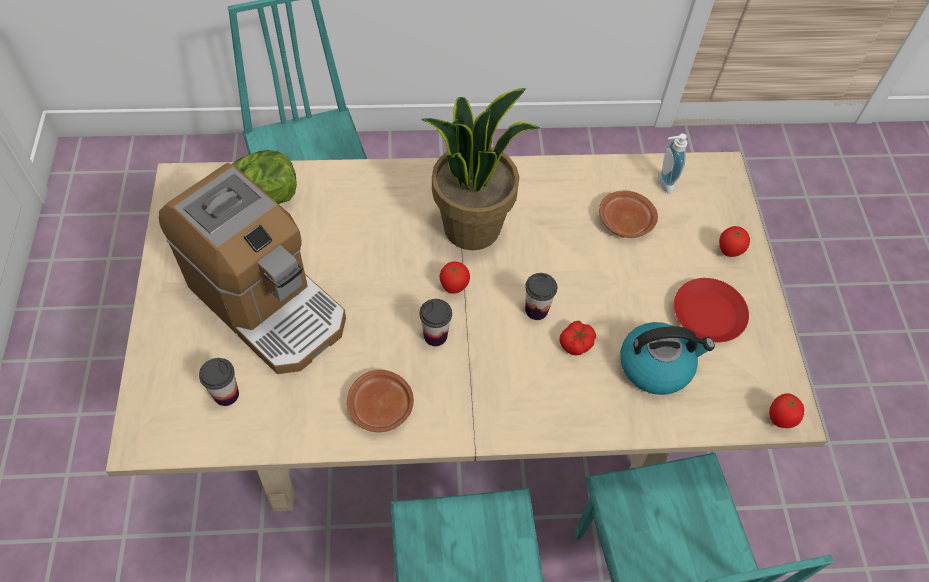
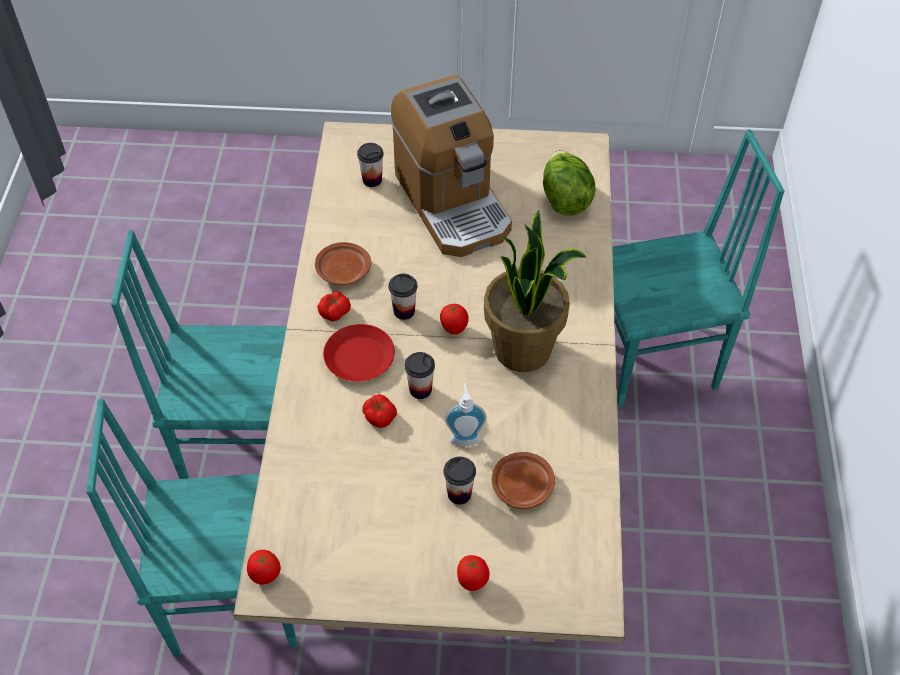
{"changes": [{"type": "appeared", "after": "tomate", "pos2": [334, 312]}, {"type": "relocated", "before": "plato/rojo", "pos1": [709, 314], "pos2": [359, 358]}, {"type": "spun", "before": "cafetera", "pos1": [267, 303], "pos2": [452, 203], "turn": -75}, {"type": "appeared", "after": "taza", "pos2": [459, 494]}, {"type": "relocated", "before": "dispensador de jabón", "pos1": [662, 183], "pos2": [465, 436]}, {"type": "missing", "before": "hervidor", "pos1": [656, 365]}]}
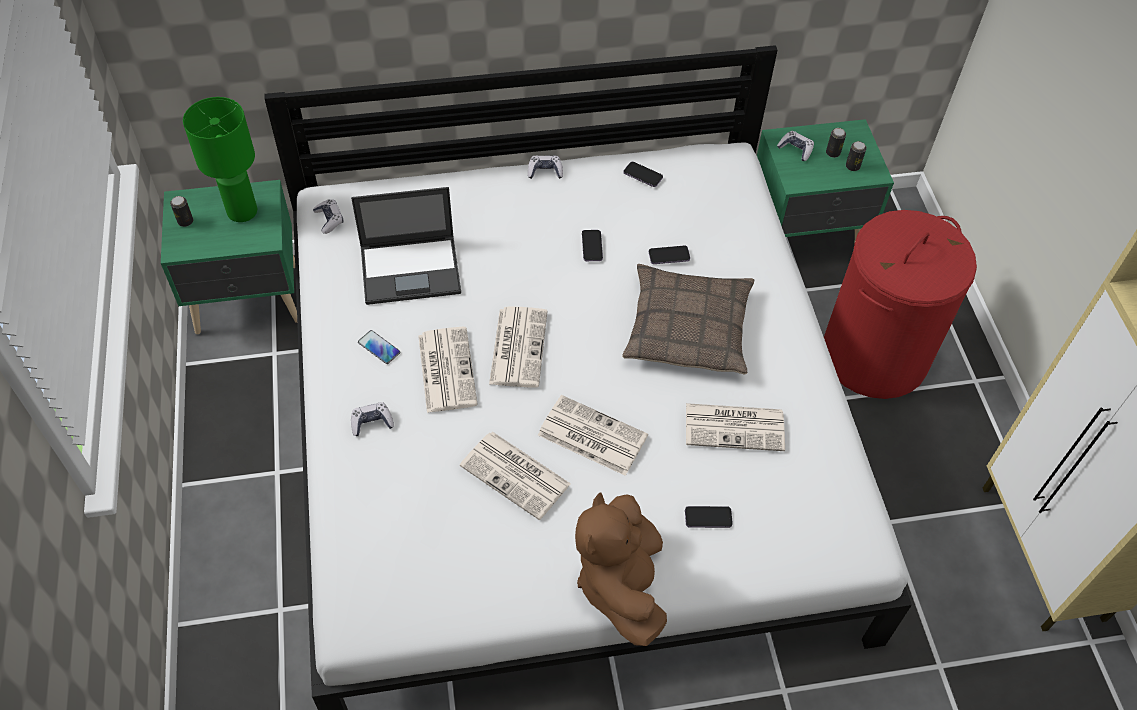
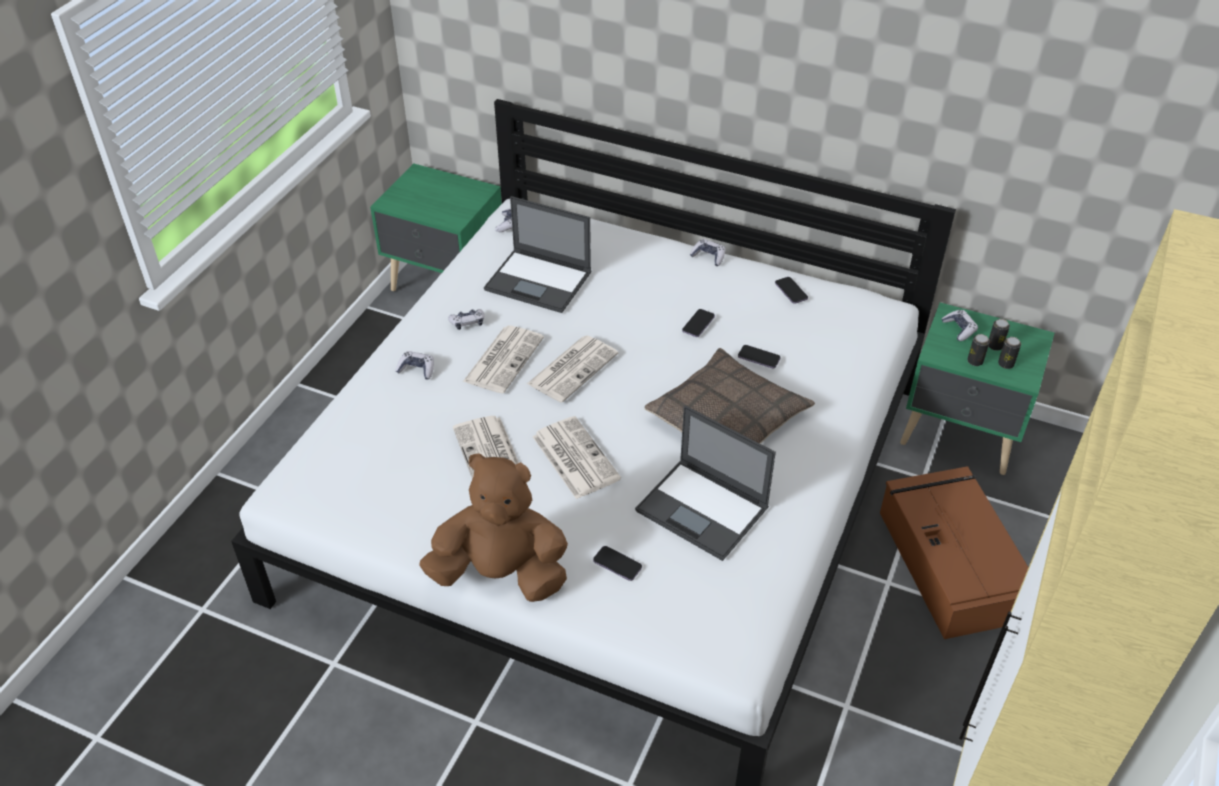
{"changes": [{"type": "spun", "before": "peluche/marrón", "pos1": [621, 584], "pos2": [501, 574], "turn": 60}, {"type": "exchanged", "before": "móvil", "after": "mando de consola", "pos1": [379, 347], "pos2": [467, 323]}, {"type": "exchanged", "before": "periódico", "after": "portátil", "pos1": [735, 427], "pos2": [703, 510]}, {"type": "exchanged", "before": "cesto de la ropa/rojo", "after": "caja de almacenaje/marrón", "pos1": [874, 355], "pos2": [950, 562]}, {"type": "relocated", "before": "lata", "pos1": [185, 221], "pos2": [975, 361]}, {"type": "missing", "before": "lámpara de mesa/verde", "pos1": [242, 212]}]}
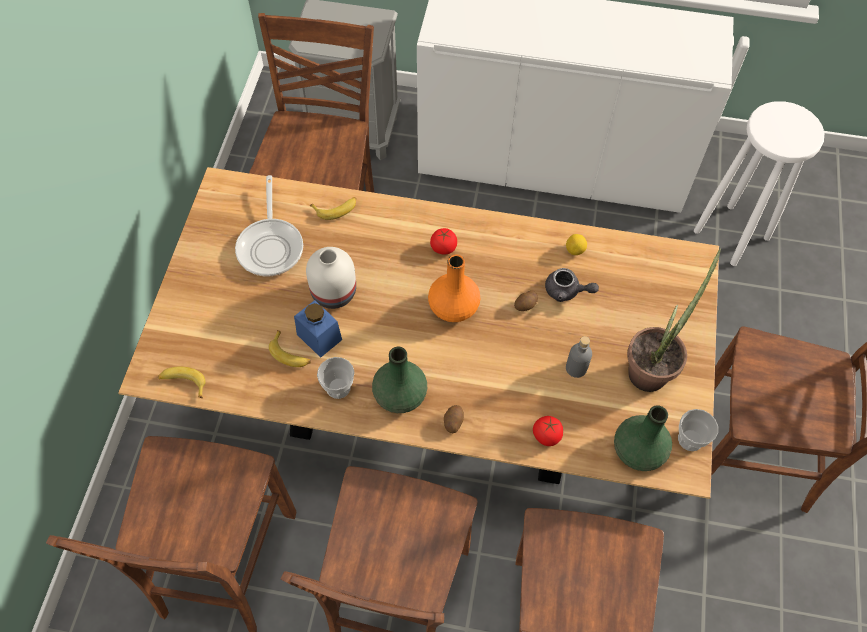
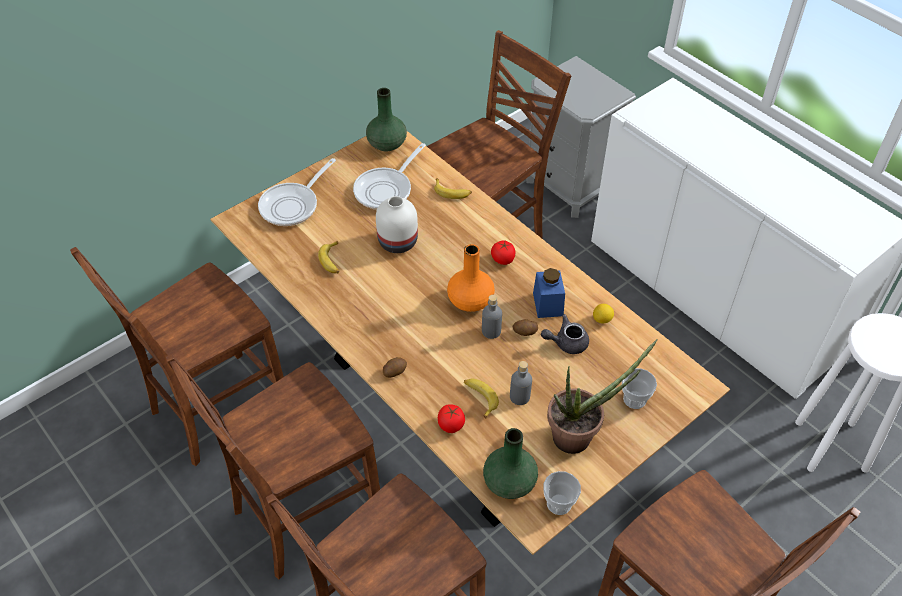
{"changes": [{"type": "appeared", "after": "sartén", "pos2": [293, 205]}, {"type": "relocated", "before": "florero/verde", "pos1": [399, 395], "pos2": [386, 144]}, {"type": "relocated", "before": "plátano", "pos1": [183, 383], "pos2": [479, 398]}, {"type": "appeared", "after": "botella/gris", "pos2": [491, 331]}, {"type": "relocated", "before": "tarro/azul", "pos1": [319, 337], "pos2": [548, 304]}, {"type": "spun", "before": "tetera/gris", "pos1": [566, 291], "pos2": [566, 343], "turn": 105}, {"type": "relocated", "before": "taza", "pos1": [338, 387], "pos2": [634, 399]}]}
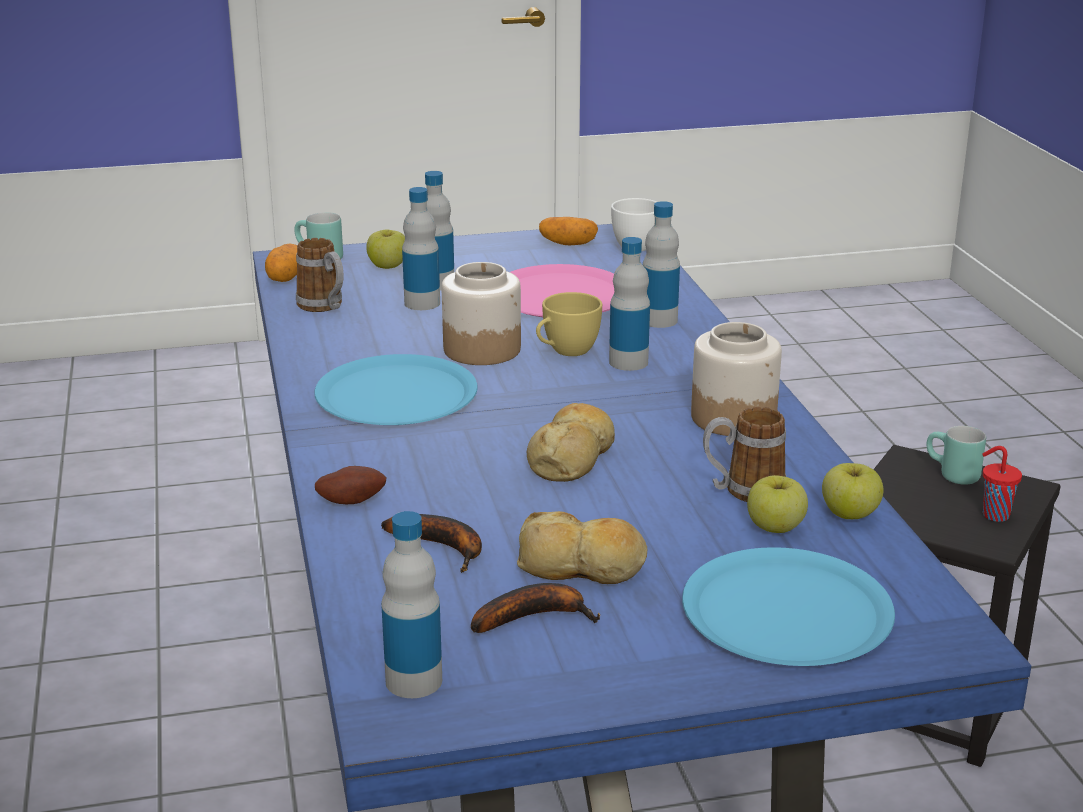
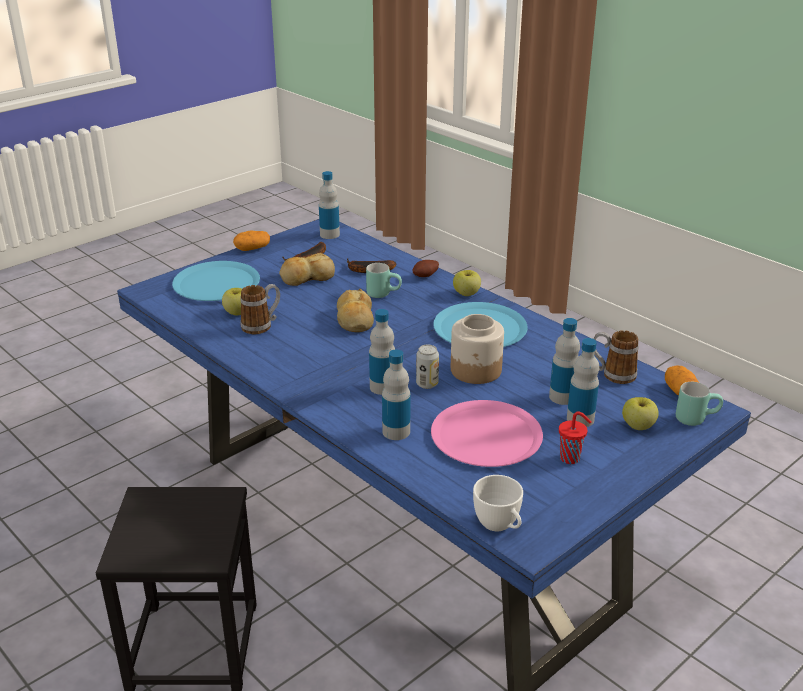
{"changes": [{"type": "relocated", "before": "patata", "pos1": [568, 243], "pos2": [252, 249]}, {"type": "relocated", "before": "taza grande/turquesa", "pos1": [950, 475], "pos2": [384, 293]}, {"type": "exchanged", "before": "taza/amarillo", "after": "lata", "pos1": [566, 351], "pos2": [427, 384]}, {"type": "relocated", "before": "manzana", "pos1": [849, 514], "pos2": [466, 294]}, {"type": "relocated", "before": "taza/rojo", "pos1": [994, 515], "pos2": [571, 458]}, {"type": "missing", "before": "tarro", "pos1": [733, 417]}]}
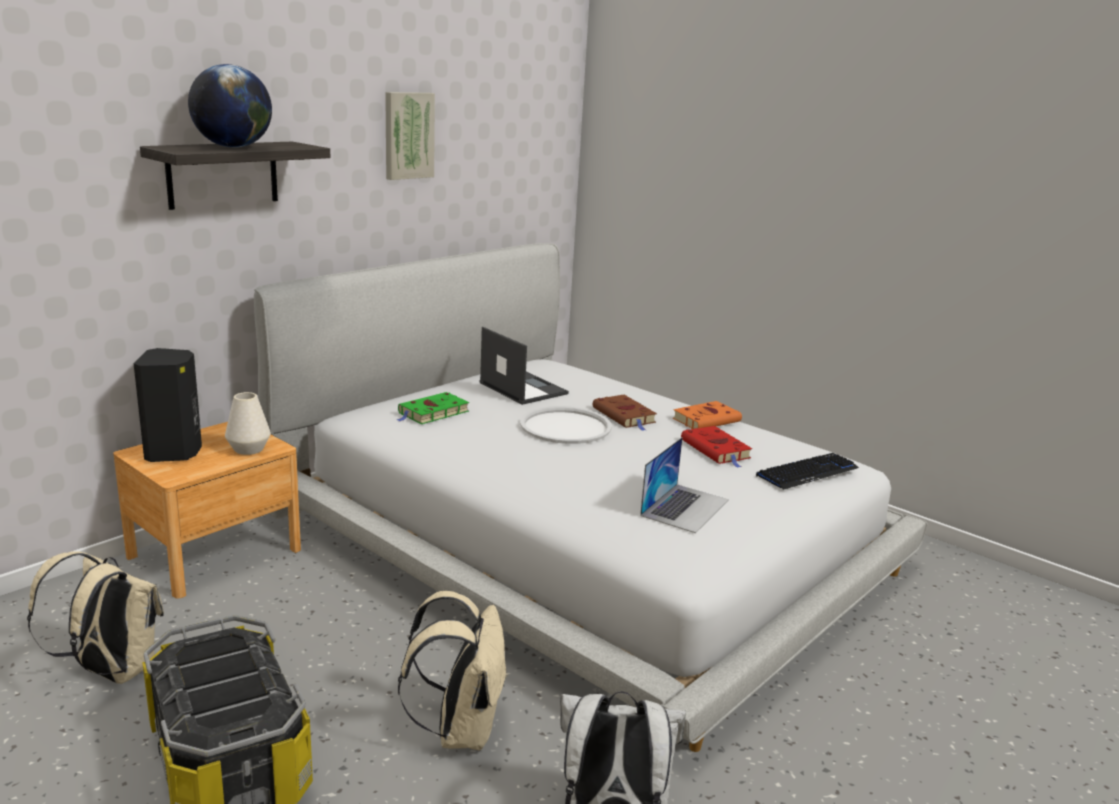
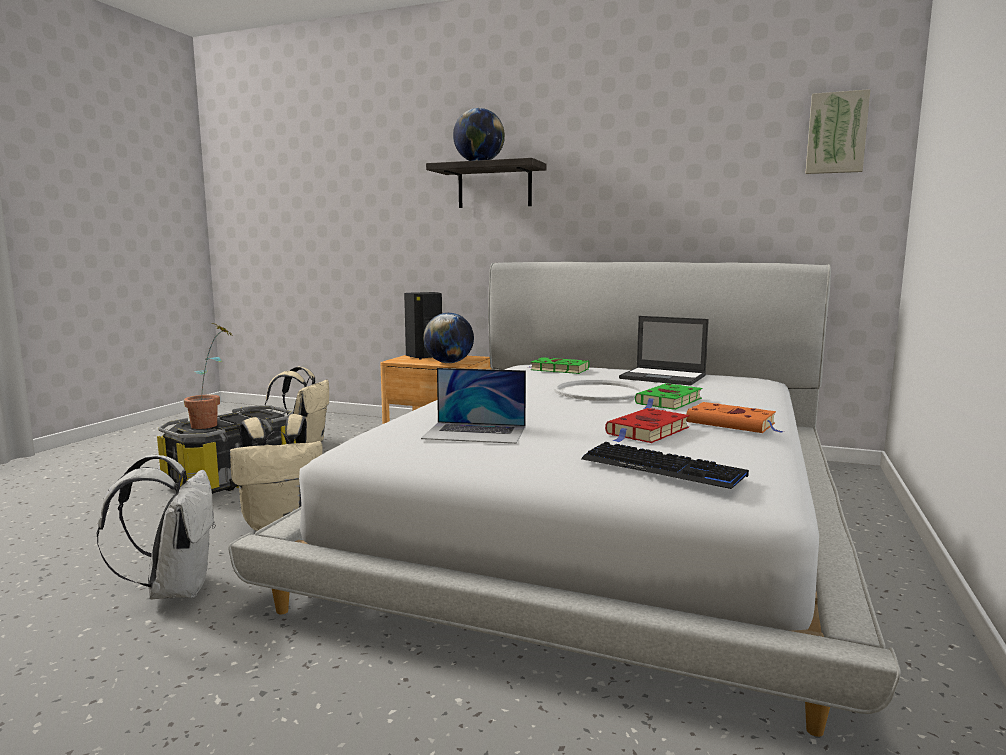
{"changes": [{"type": "appeared", "after": "planta en maceta", "pos2": [212, 424]}, {"type": "exchanged", "before": "florero/blanco", "after": "globo terráqueo", "pos1": [249, 449], "pos2": [449, 363]}, {"type": "spun", "before": "portátil", "pos1": [522, 388], "pos2": [664, 377], "turn": 90}, {"type": "colour", "before": "libro/marrón", "after": "libro/verde", "pos1": [625, 416], "pos2": [668, 402]}, {"type": "relocated", "before": "cuadro", "pos1": [408, 135], "pos2": [836, 133]}]}
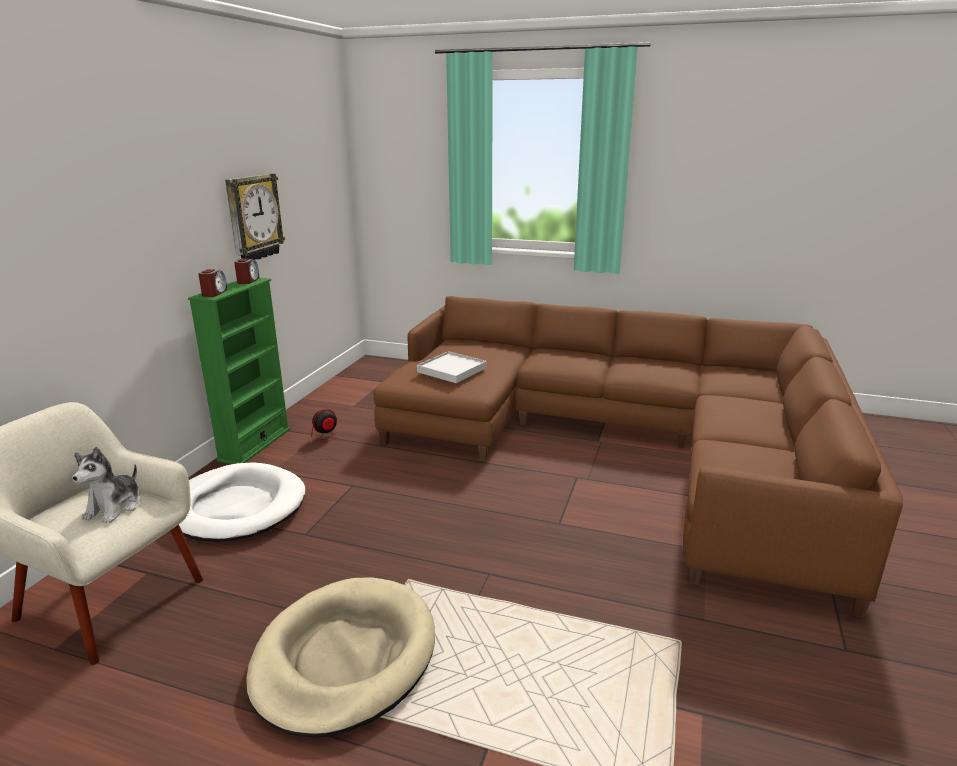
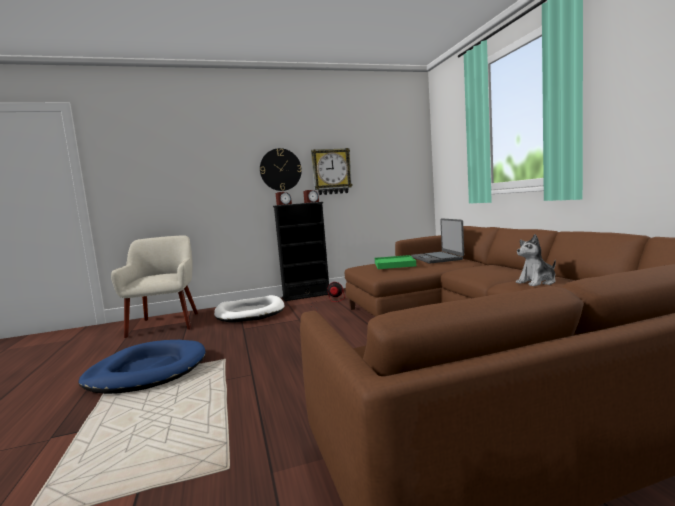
{"changes": [{"type": "colour", "before": "cama para perro/beis", "after": "cama para perro/azul", "pos1": [344, 658], "pos2": [147, 371]}, {"type": "appeared", "after": "reloj de pared", "pos2": [280, 169]}, {"type": "colour", "before": "estantería/verde", "after": "estantería/negro", "pos1": [255, 444], "pos2": [306, 296]}, {"type": "colour", "before": "bandeja/blanco", "after": "bandeja/verde", "pos1": [452, 370], "pos2": [394, 264]}, {"type": "appeared", "after": "portátil", "pos2": [437, 258]}, {"type": "relocated", "before": "peluche", "pos1": [115, 507], "pos2": [537, 282]}]}
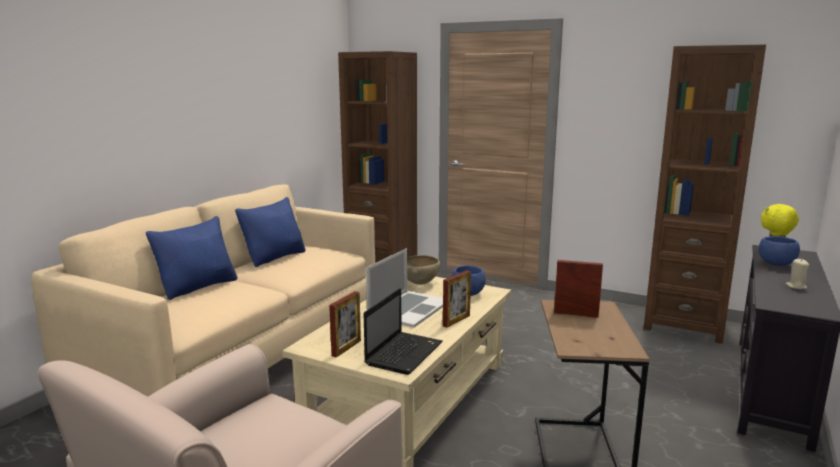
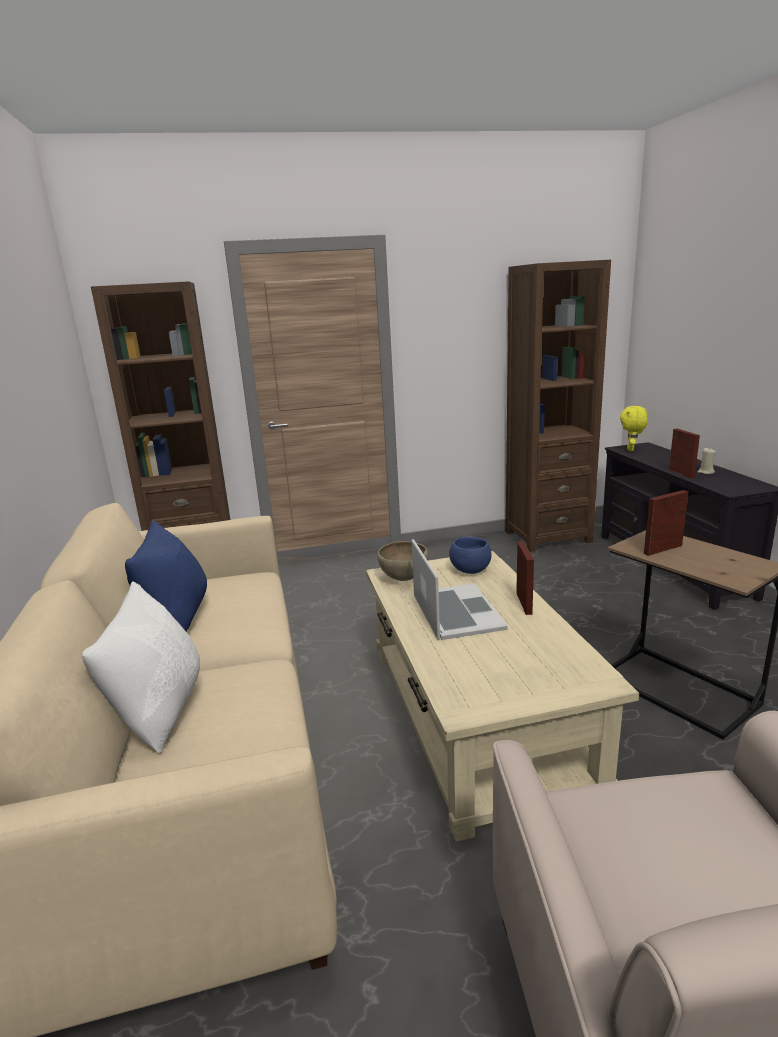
{"changes": [{"type": "colour", "before": "cojín/azul", "after": "cojín/blanco", "pos1": [198, 287], "pos2": [159, 710]}, {"type": "relocated", "before": "portarretratos", "pos1": [346, 348], "pos2": [681, 473]}, {"type": "missing", "before": "portátil", "pos1": [404, 353]}, {"type": "missing", "before": "cuenco/azul", "pos1": [776, 264]}]}
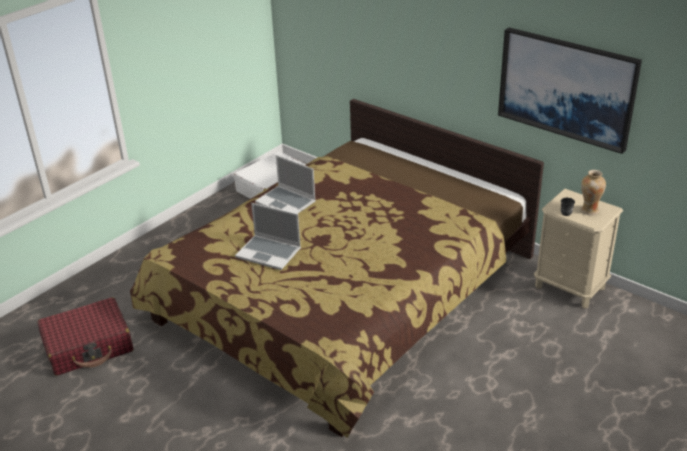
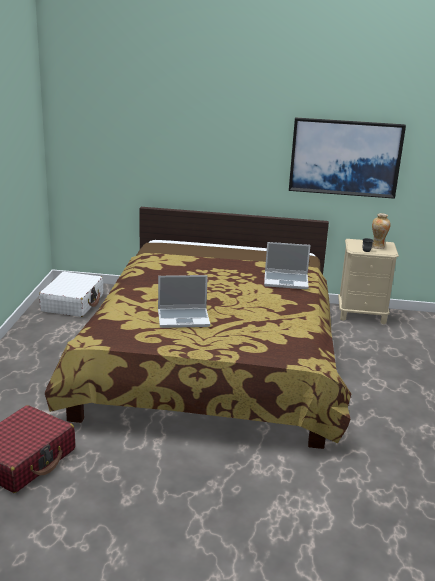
{"changes": [{"type": "relocated", "before": "portátil", "pos1": [286, 202], "pos2": [286, 281]}]}
